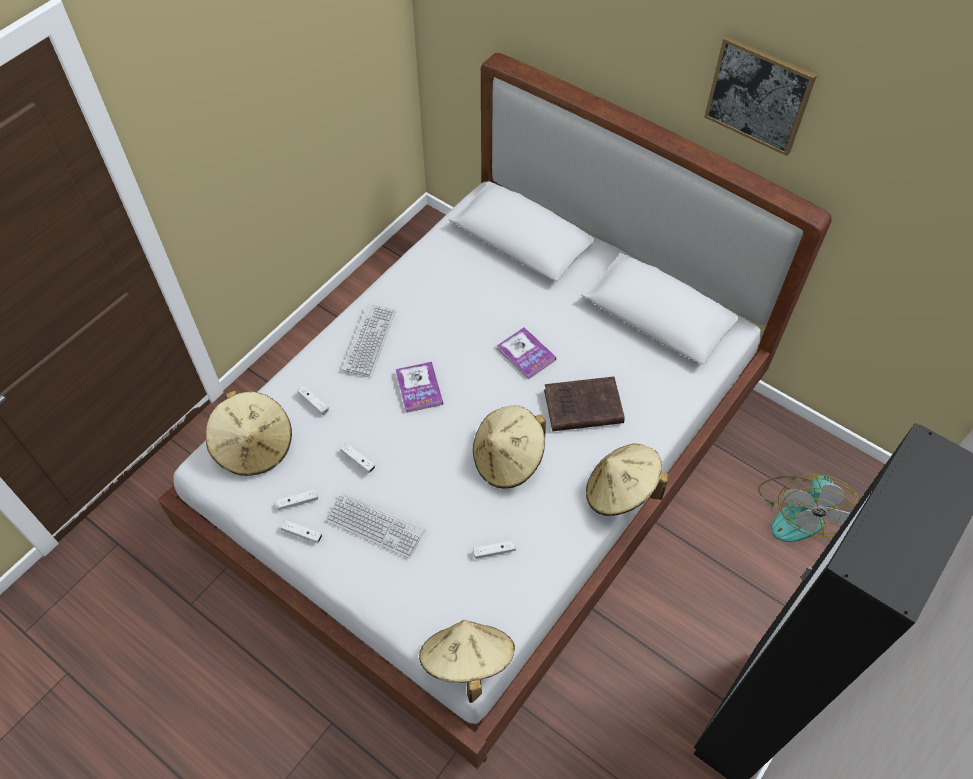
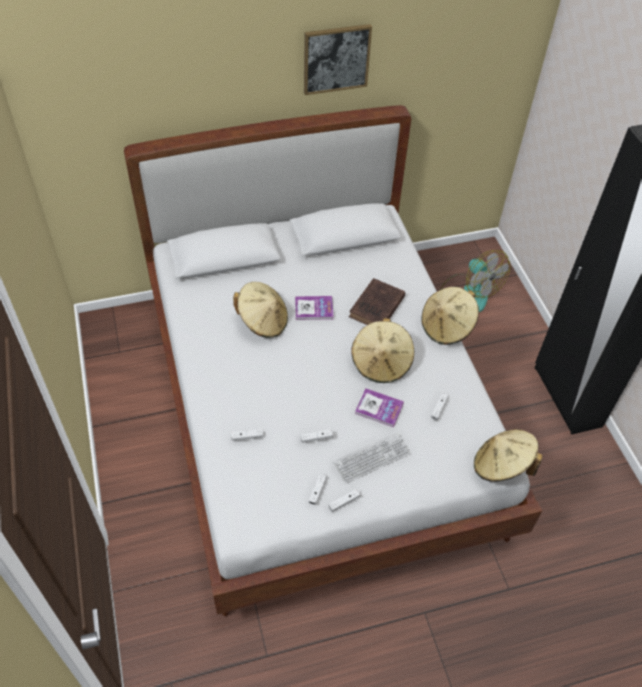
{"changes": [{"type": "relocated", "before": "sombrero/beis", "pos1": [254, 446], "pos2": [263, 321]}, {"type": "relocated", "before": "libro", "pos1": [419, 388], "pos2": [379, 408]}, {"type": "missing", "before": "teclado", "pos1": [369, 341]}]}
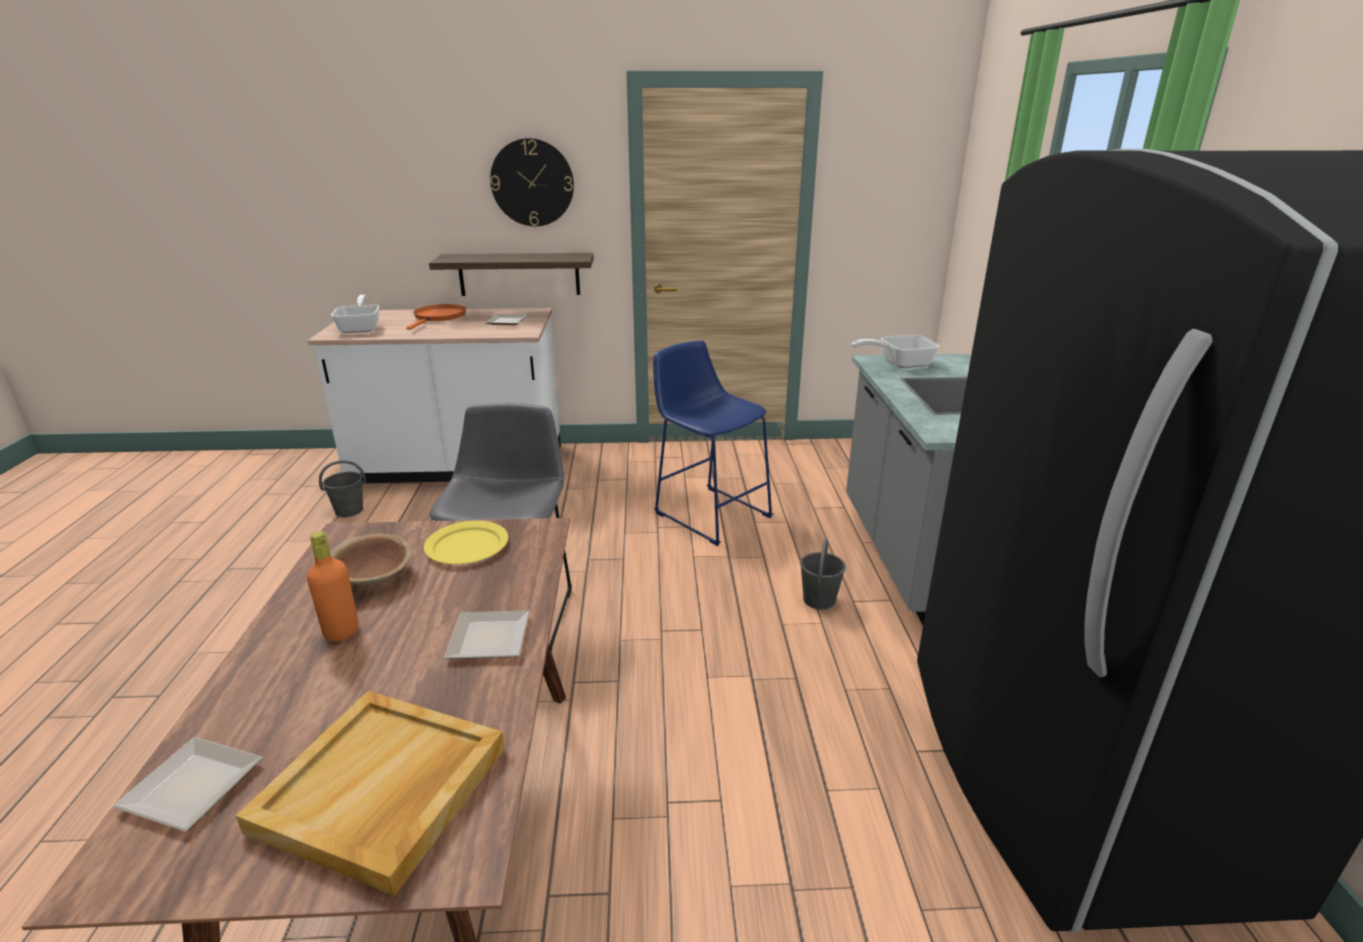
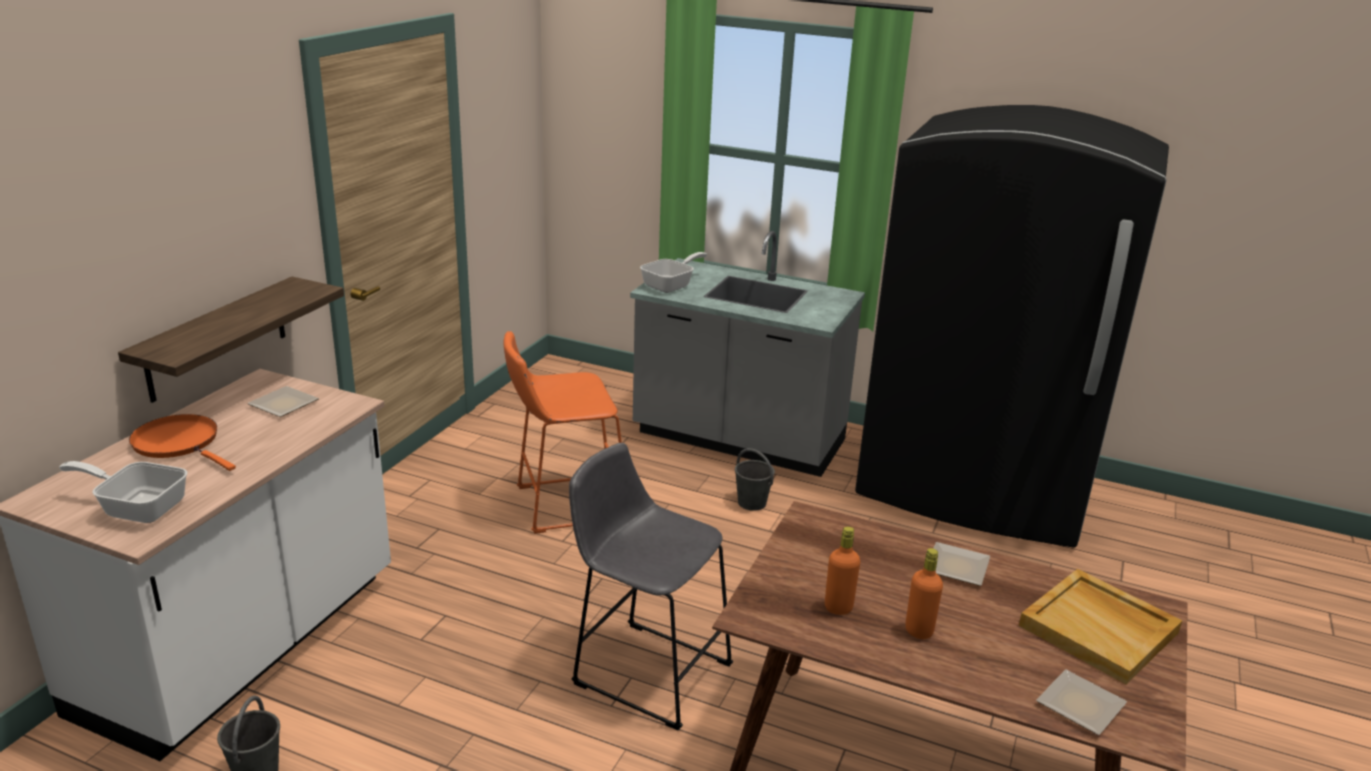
{"changes": [{"type": "colour", "before": "taburete/azul", "after": "taburete/naranja", "pos1": [709, 512], "pos2": [565, 504]}, {"type": "spun", "before": "sartén", "pos1": [899, 363], "pos2": [671, 285], "turn": -150}, {"type": "exchanged", "before": "cuenco/marrón", "after": "botella/naranja", "pos1": [373, 576], "pos2": [838, 608]}, {"type": "missing", "before": "plato/amarillo", "pos1": [466, 546]}, {"type": "missing", "before": "reloj de pared", "pos1": [532, 183]}]}
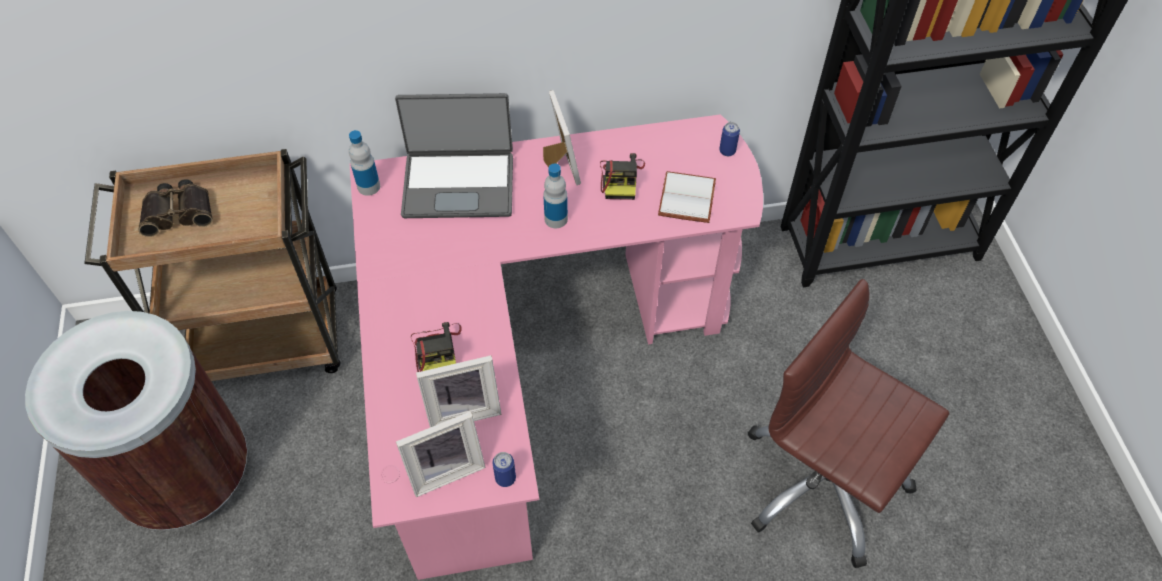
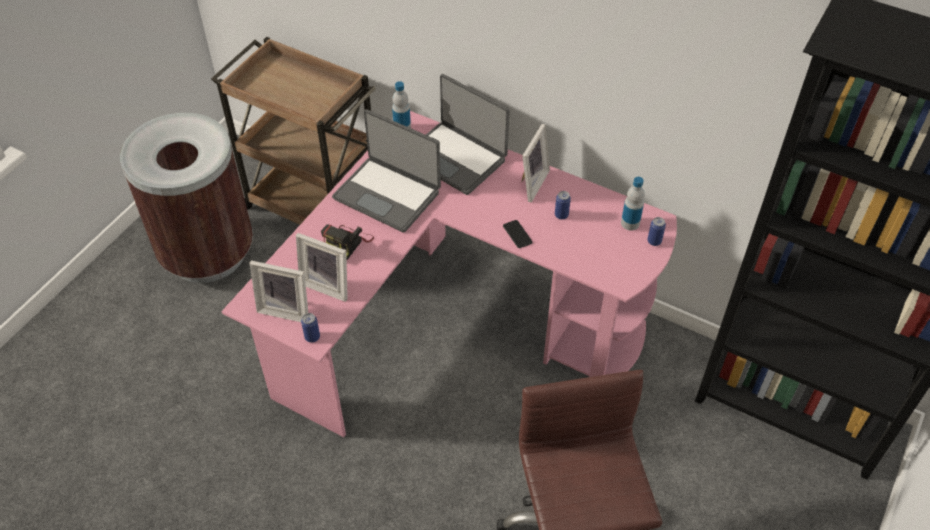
{"changes": [{"type": "appeared", "after": "portátil", "pos2": [388, 194]}, {"type": "appeared", "after": "móvil", "pos2": [517, 234]}, {"type": "exchanged", "before": "cámara", "after": "lata", "pos1": [621, 179], "pos2": [561, 215]}, {"type": "relocated", "before": "botella", "pos1": [556, 219], "pos2": [630, 223]}, {"type": "missing", "before": "prismáticos", "pos1": [178, 211]}, {"type": "missing", "before": "libro/blanco", "pos1": [688, 199]}]}
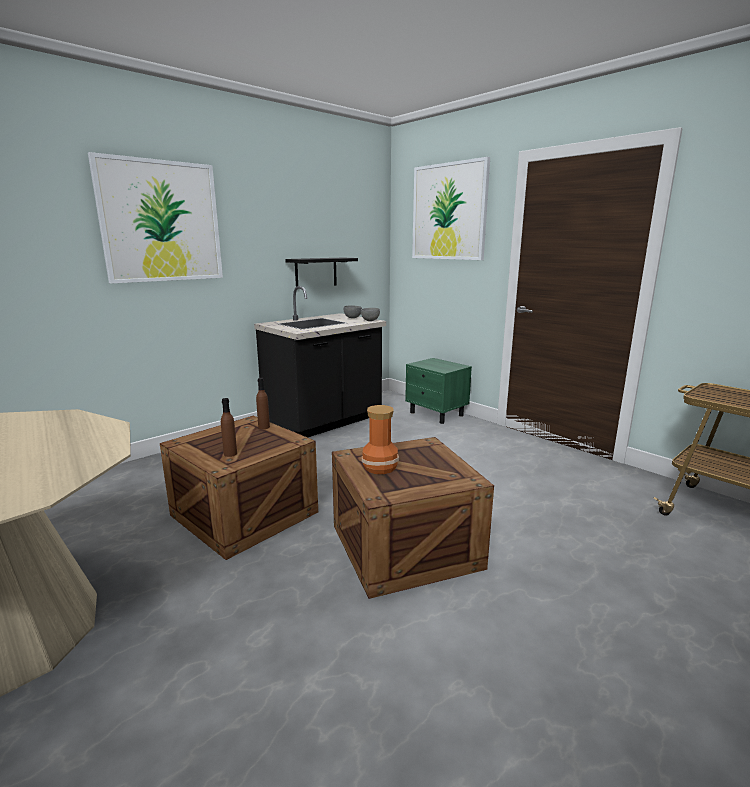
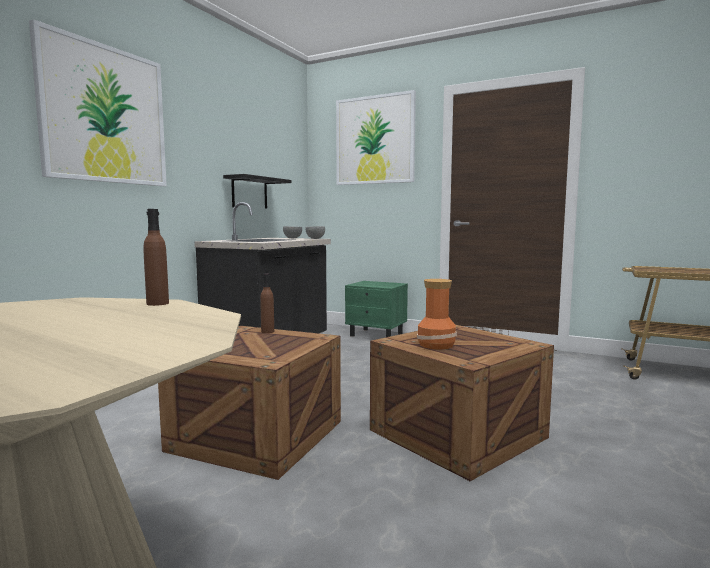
{"changes": [{"type": "relocated", "before": "botella/marrón", "pos1": [230, 454], "pos2": [157, 303]}]}
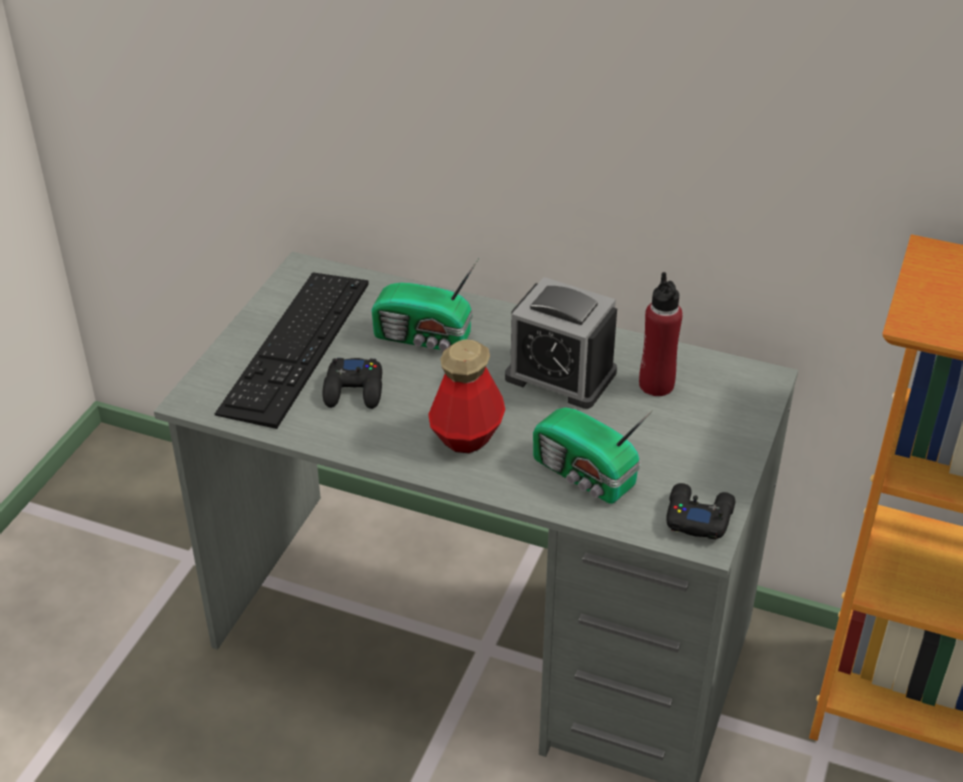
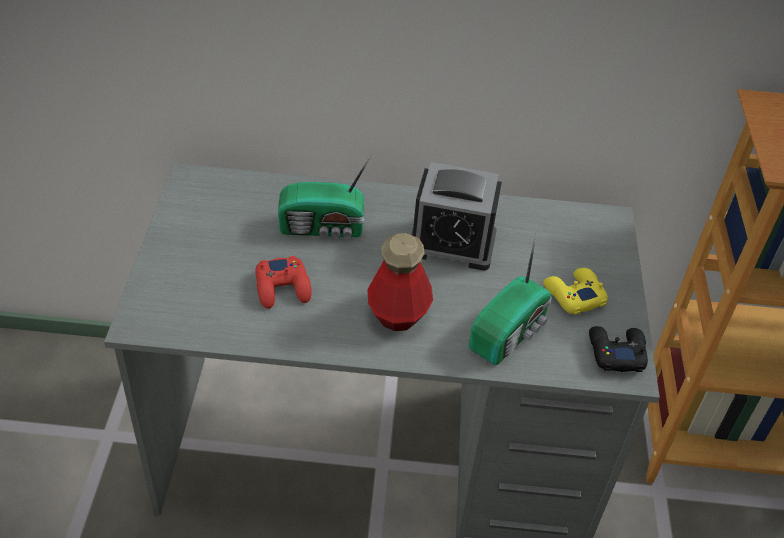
{"changes": [{"type": "colour", "before": "mando de consola/negro", "after": "mando de consola/rojo", "pos1": [354, 390], "pos2": [283, 288]}, {"type": "spun", "before": "radio", "pos1": [584, 476], "pos2": [511, 333], "turn": -75}, {"type": "appeared", "after": "mando de consola/amarillo", "pos2": [573, 295]}, {"type": "missing", "before": "teclado", "pos1": [296, 346]}, {"type": "missing", "before": "botella/rojo", "pos1": [656, 385]}]}
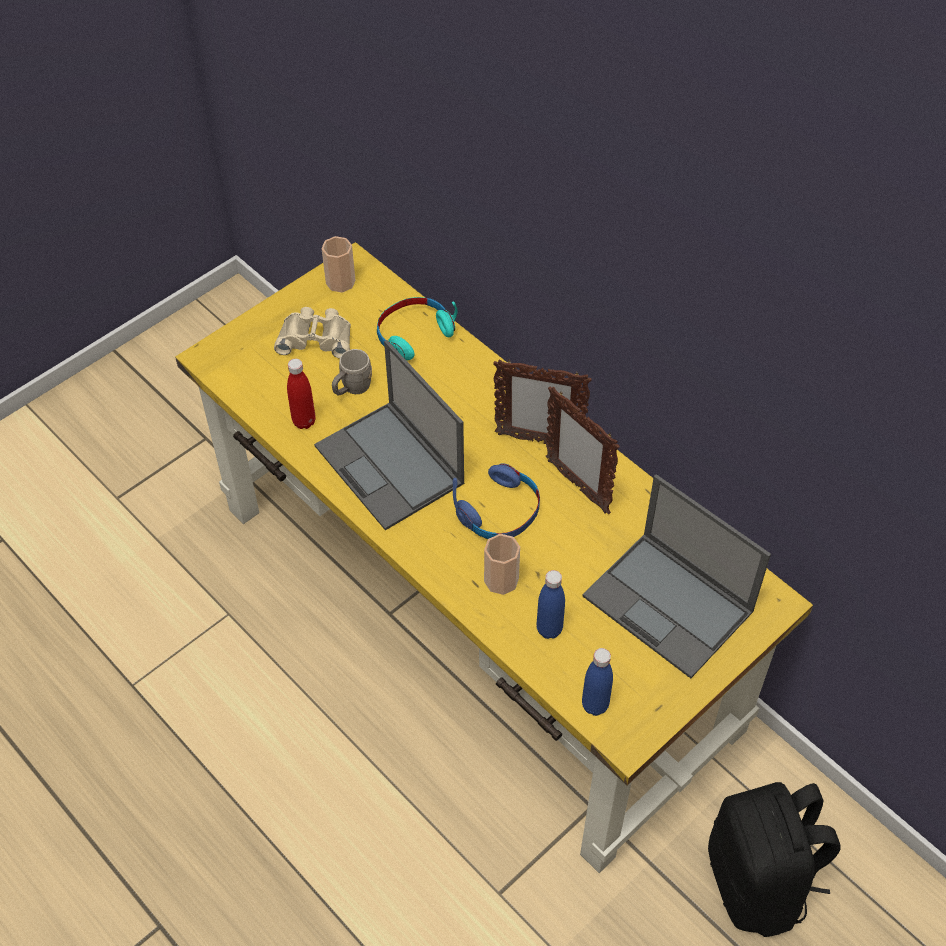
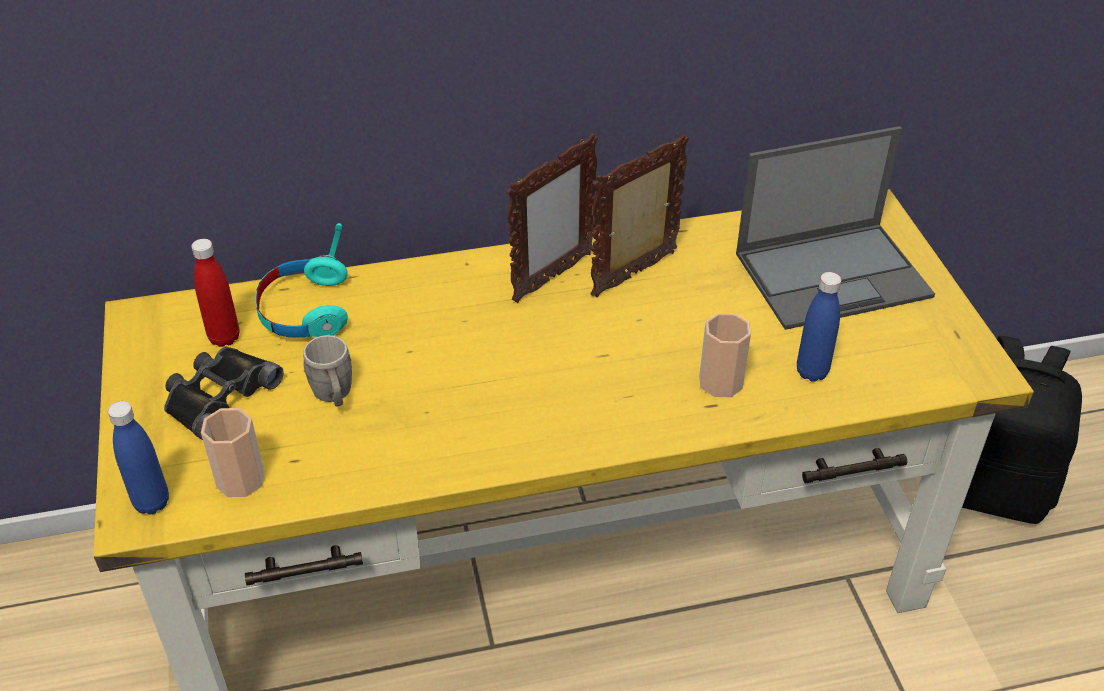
{"changes": [{"type": "relocated", "before": "botella/azul", "pos1": [595, 705], "pos2": [152, 502]}, {"type": "colour", "before": "prismáticos/beis", "after": "prismáticos/negro", "pos1": [316, 337], "pos2": [218, 396]}, {"type": "relocated", "before": "botella/rojo", "pos1": [304, 421], "pos2": [224, 338]}, {"type": "relocated", "before": "taza", "pos1": [340, 282], "pos2": [240, 479]}, {"type": "spun", "before": "portarretratos", "pos1": [577, 486], "pos2": [636, 275], "turn": 150}, {"type": "missing", "before": "portátil", "pos1": [390, 466]}, {"type": "missing", "before": "auriculares/azul", "pos1": [500, 511]}]}
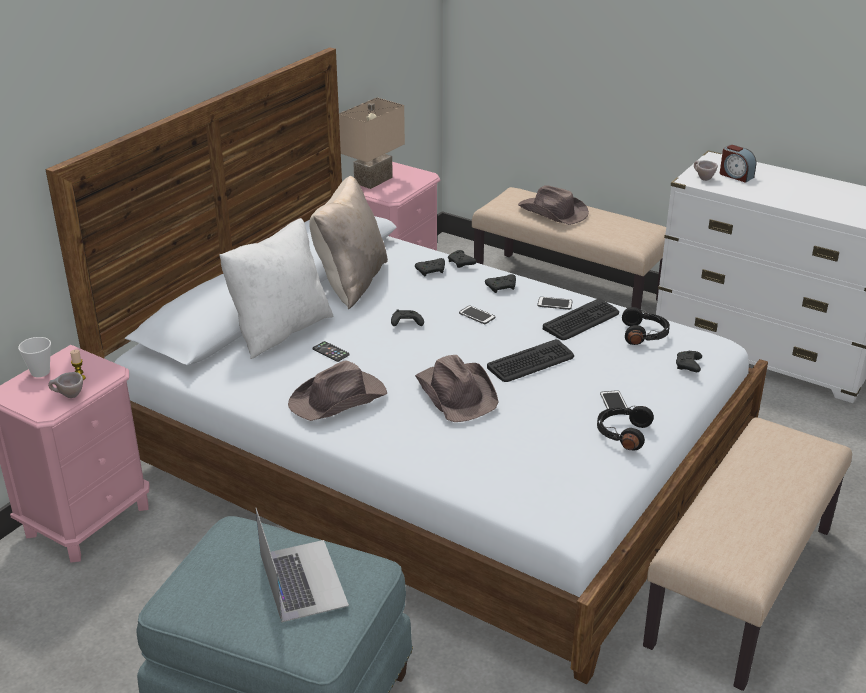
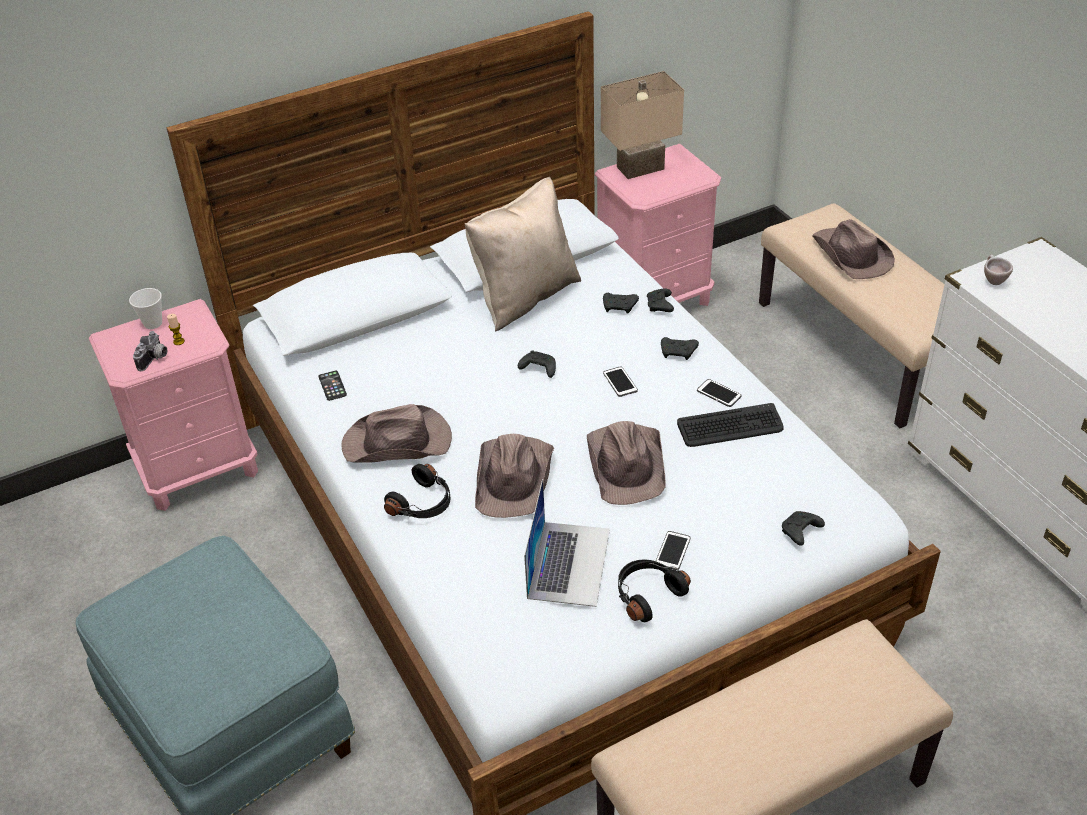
{"changes": [{"type": "exchanged", "before": "taza/beis", "after": "cámara", "pos1": [68, 396], "pos2": [155, 359]}, {"type": "relocated", "before": "móvil", "pos1": [331, 352], "pos2": [332, 386]}, {"type": "relocated", "before": "auriculares/negro", "pos1": [645, 335], "pos2": [423, 504]}, {"type": "relocated", "before": "portátil", "pos1": [302, 579], "pos2": [568, 563]}, {"type": "exchanged", "before": "teclado", "after": "sombrero/marrón", "pos1": [531, 362], "pos2": [627, 464]}, {"type": "missing", "before": "cojín/blanco", "pos1": [280, 330]}, {"type": "missing", "before": "despertador", "pos1": [735, 175]}]}
